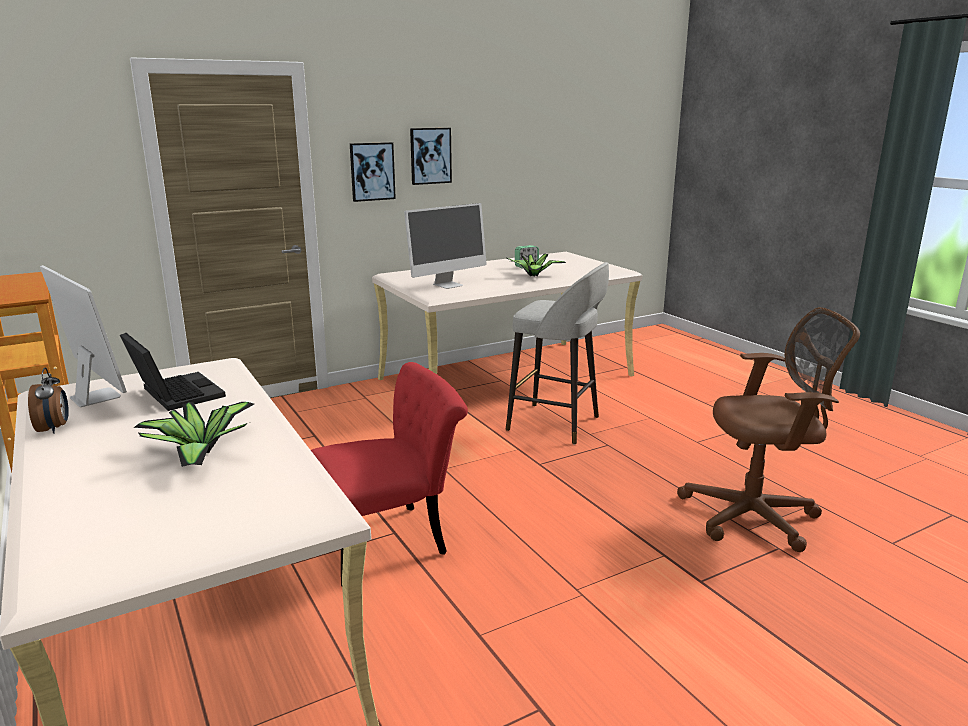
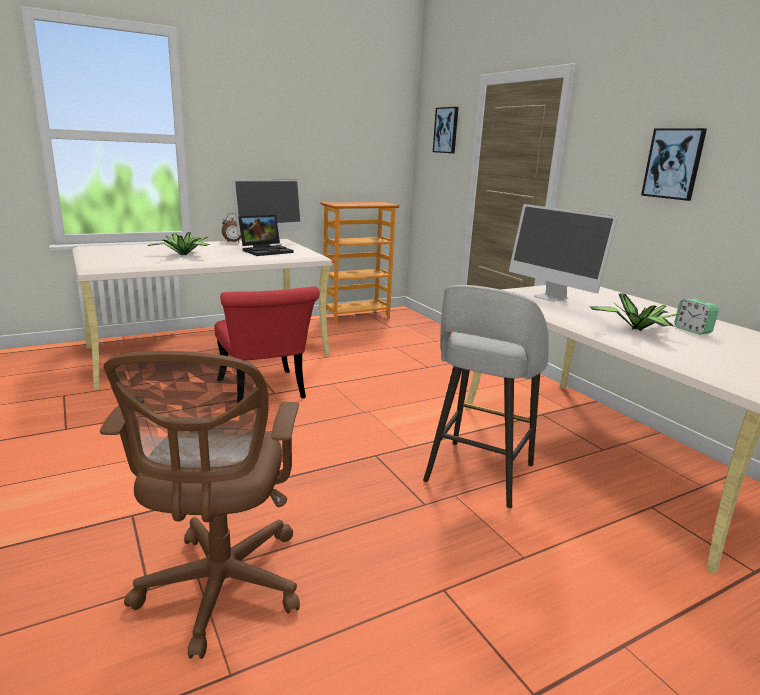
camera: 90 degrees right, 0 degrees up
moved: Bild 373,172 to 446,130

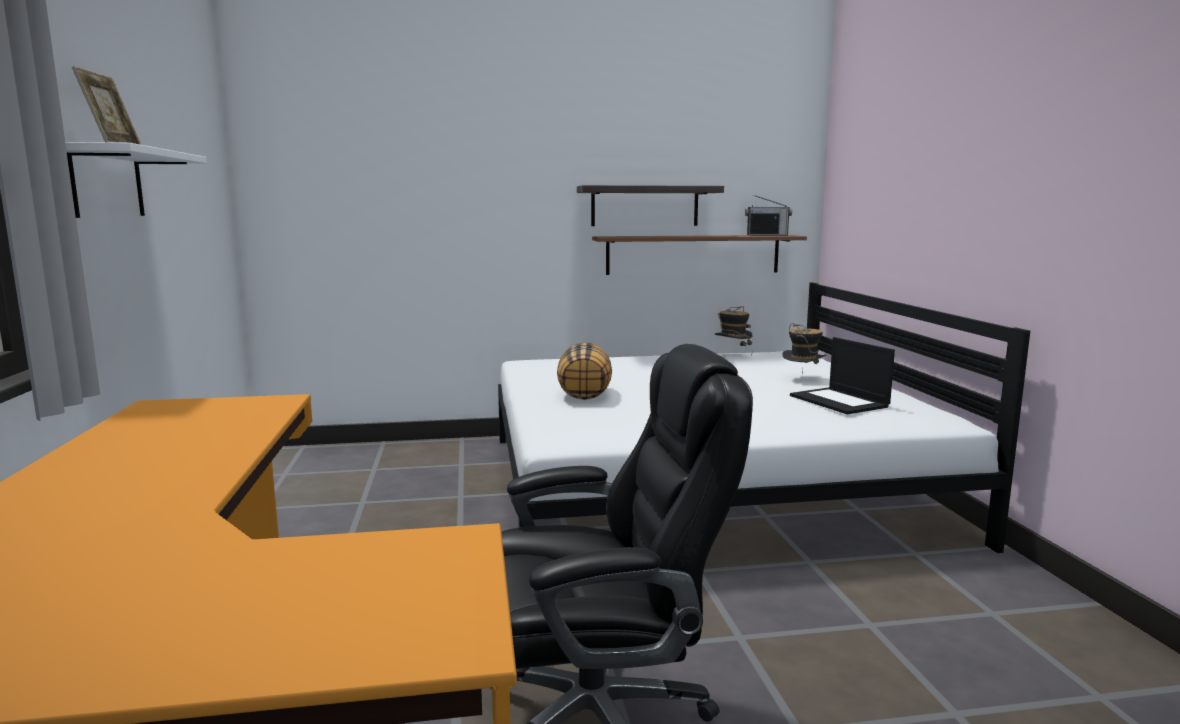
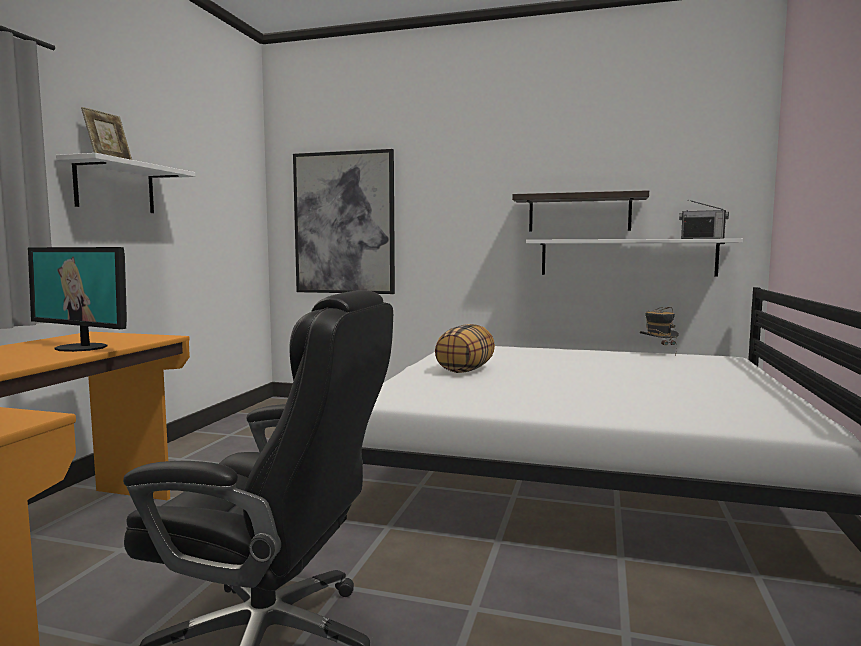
camera: 25 degrees right, 5 degrees down
removed: Hut 804,348; Laptop 842,376
added: Bild 344,221; Monitor 77,299
recoloured: Wandregal/braun 699,255 to Wandregal/weiß 634,258

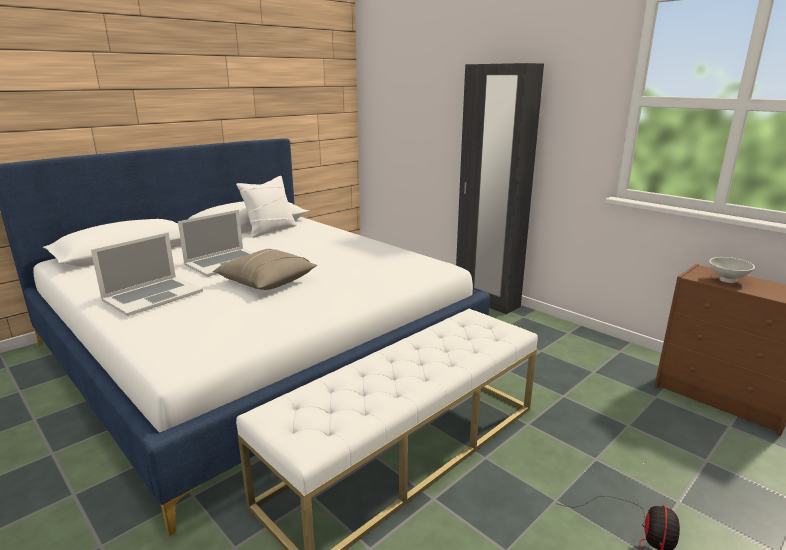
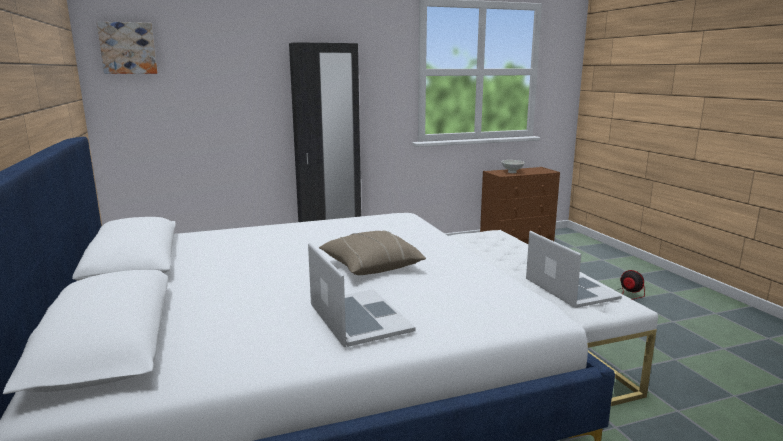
camera: 65 degrees left, 5 degrees down
removed: Kissen/weiß 266,207
added: Bild 127,48
moved: Laptop 216,243 to 574,269

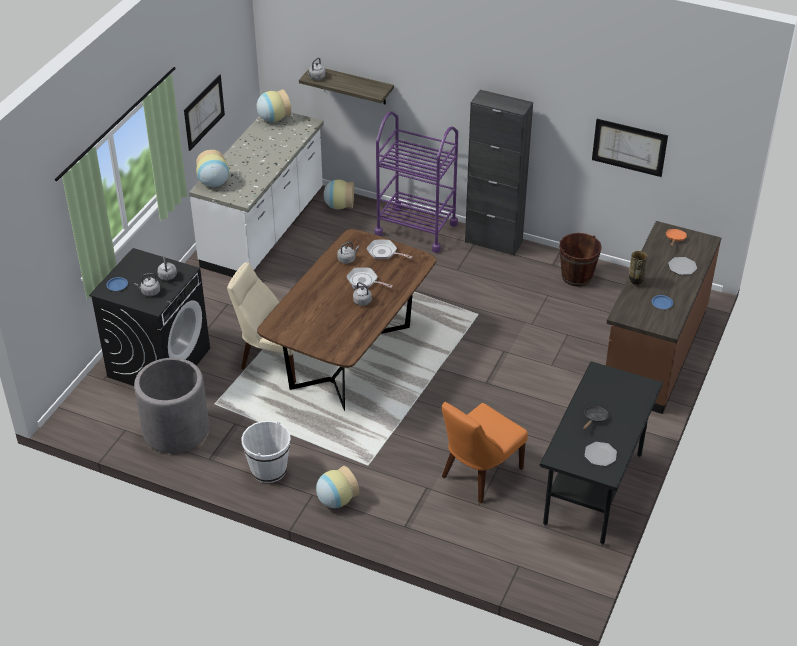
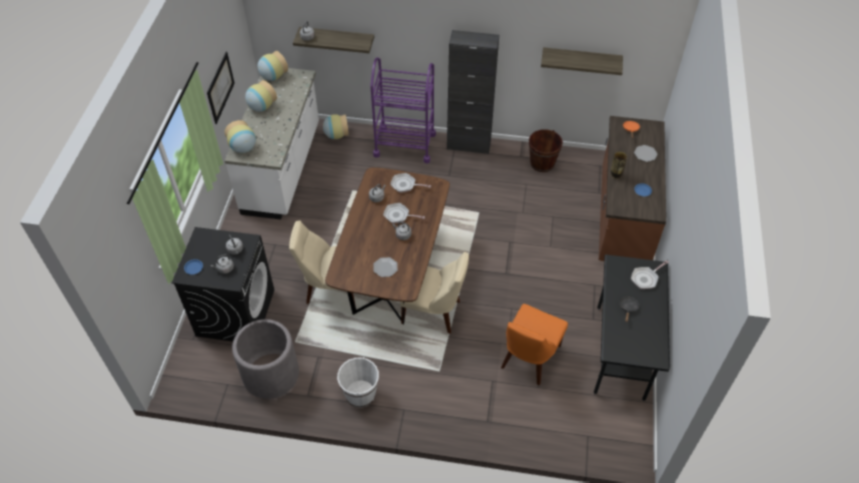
camera: 15 degrees left, 10 degrees up
added: Stuhl/beige 434,293; Pfanne 650,274
moved: Teller 601,454 to 385,267; Vase 337,487 to 261,95
replaced: Bild 630,148 to Wandregal 582,61

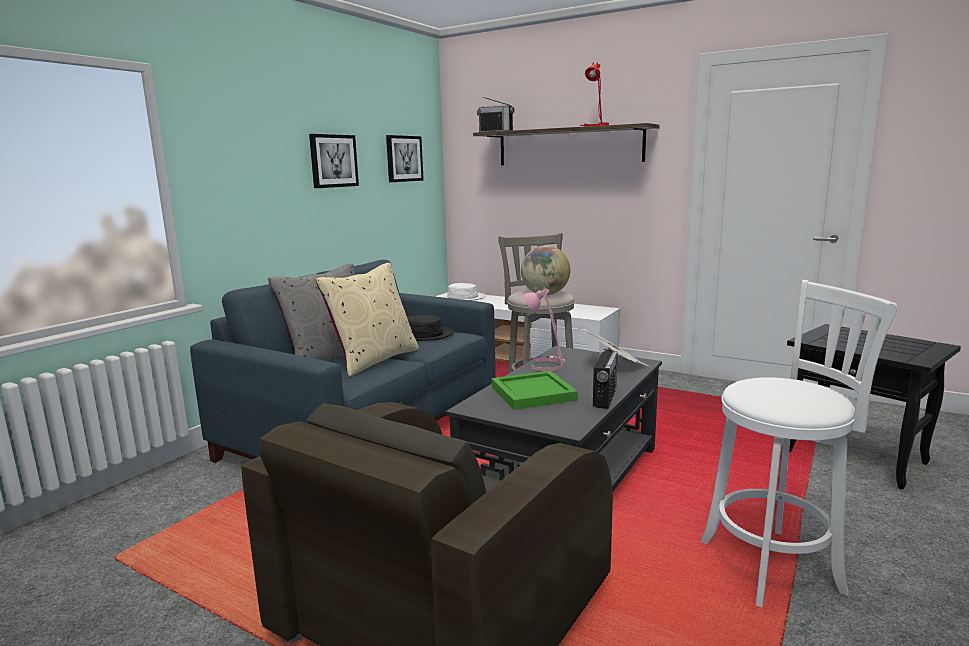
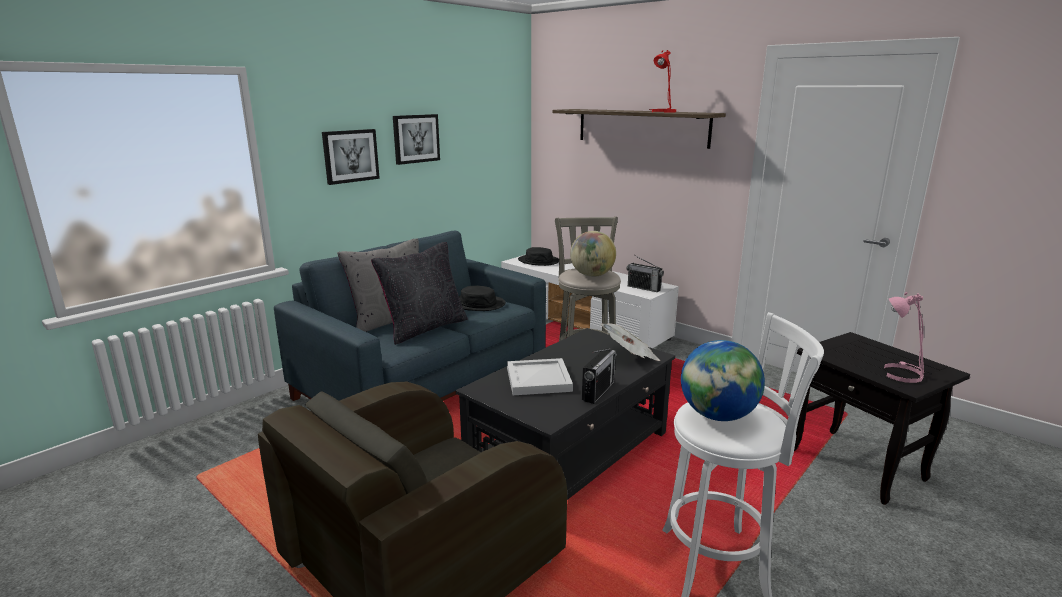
camera: 10 degrees right, 5 degrees up
added: Globus 723,380
moved: Radio 495,114 to 645,274; Bild 405,158 to 351,157; Tischlampe/rosa 543,329 to 904,337
recoloured: Kissen/beige 367,320 to Kissen/schwarz 419,293; Hut/weiß 463,292 to Hut/schwarz 538,256; Tablett/grün 535,390 to Tablett/weiß 540,376

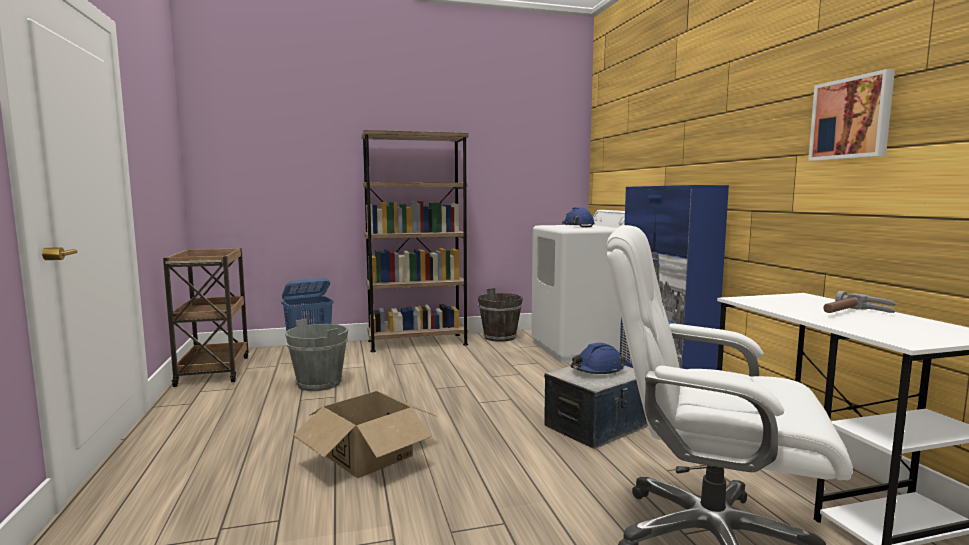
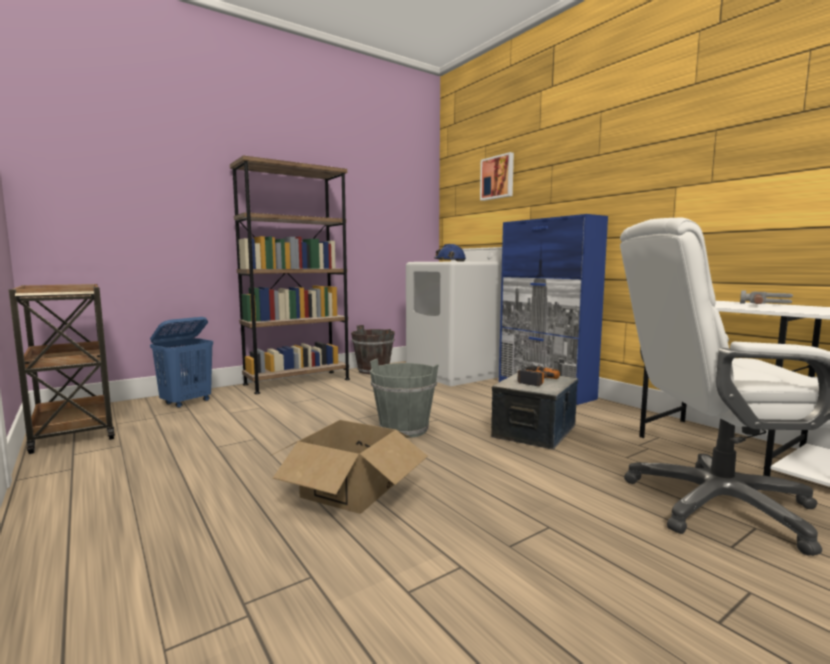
camera: 20 degrees left, 0 degrees up
moved: Bild 851,115 to 497,176; Eimer/grau 316,355 to 404,398
replaced: Schutzhelm/blau 598,359 to Bohrmaschine 538,376

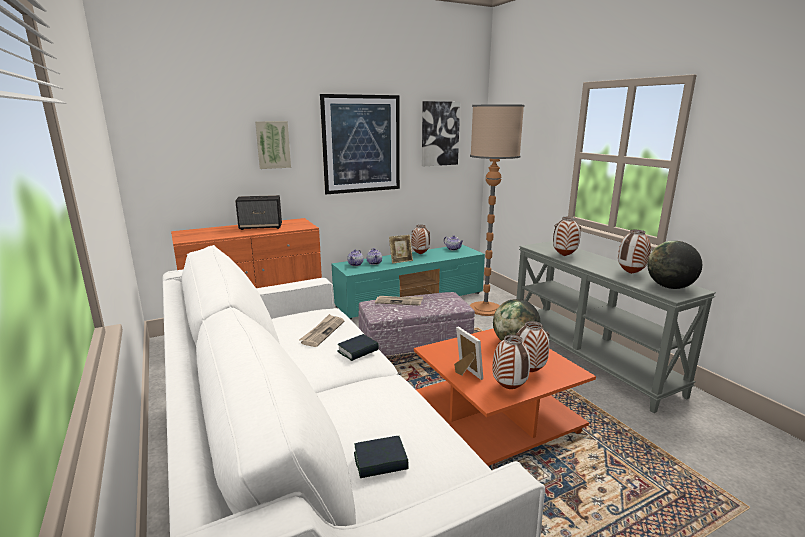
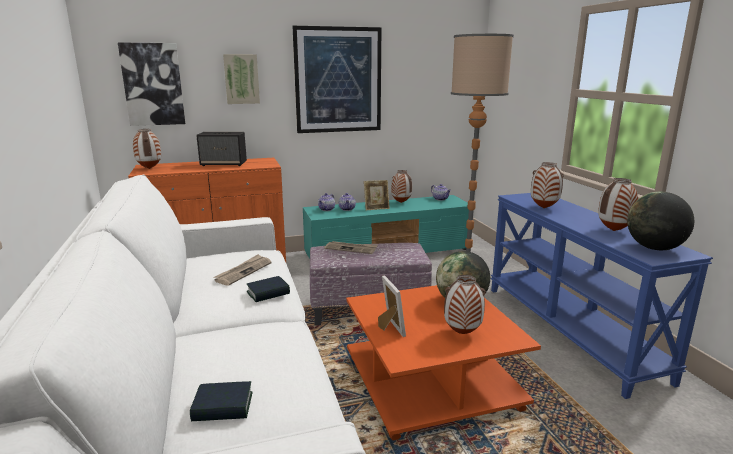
camera: 10 degrees right, 0 degrees up
moved: Bild 441,133 to 151,84; Vase 511,362 to 147,149
recoloured: Konsolentisch/grau 616,327 to Konsolentisch/blau 602,296

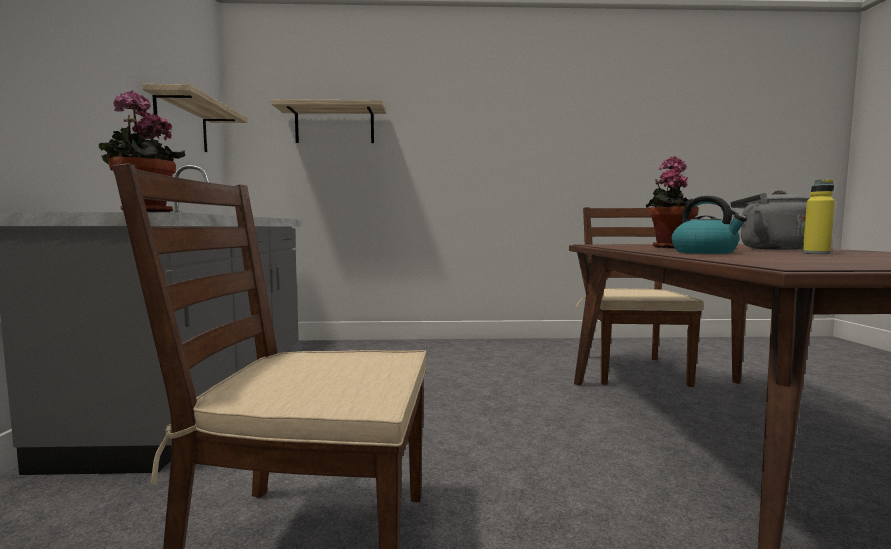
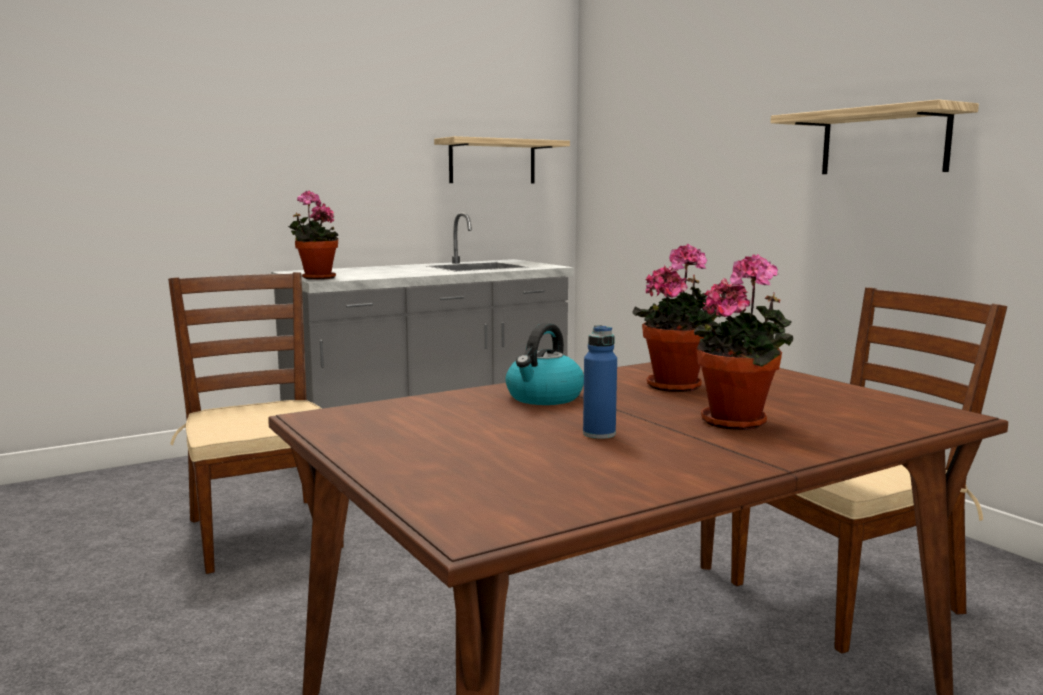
camera: 60 degrees right, 5 degrees up
moved: Wandregal 328,121 to 874,136
replaced: Wasserkessel/grau 770,220 to Topfpflanze 743,342
recoloured: Flasche/gelb 819,216 to Flasche/blau 600,382

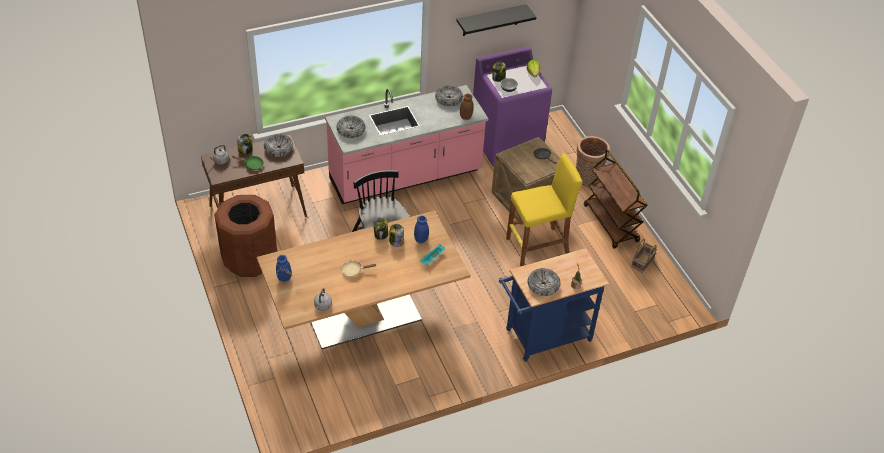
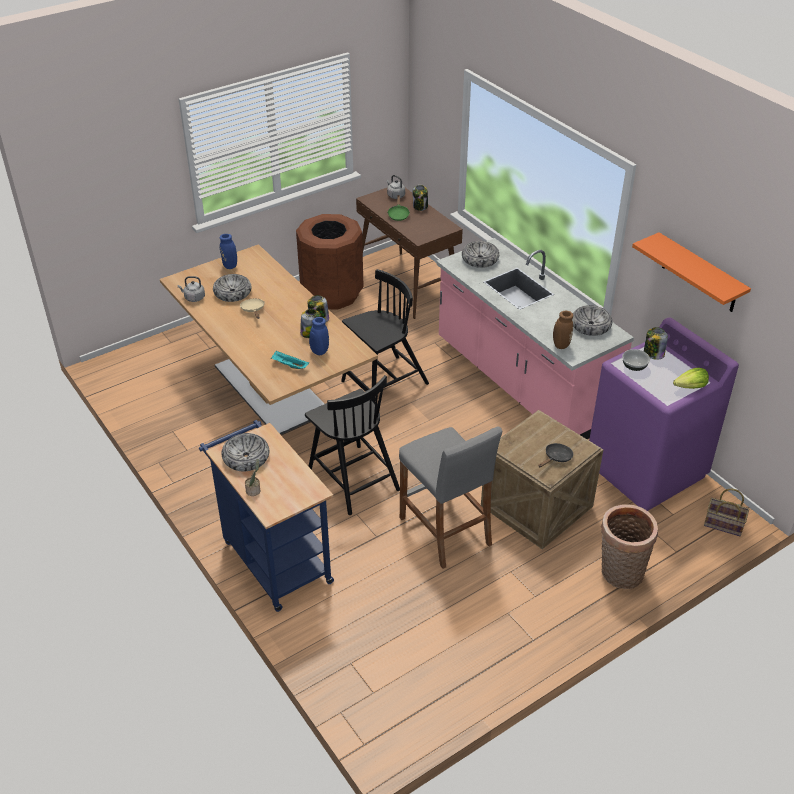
camera: 80 degrees right, 5 degrees down
removed: Rollwagen/braun 616,199
added: Stuhl/schwarz 352,445
moved: Schüssel 278,145 to 232,288; Korb 644,256 to 726,512
recoloured: Wandregal/schwarz 496,20 to Wandregal/orange 691,272; Hocker/gelb 544,210 to Hocker/grau 450,498

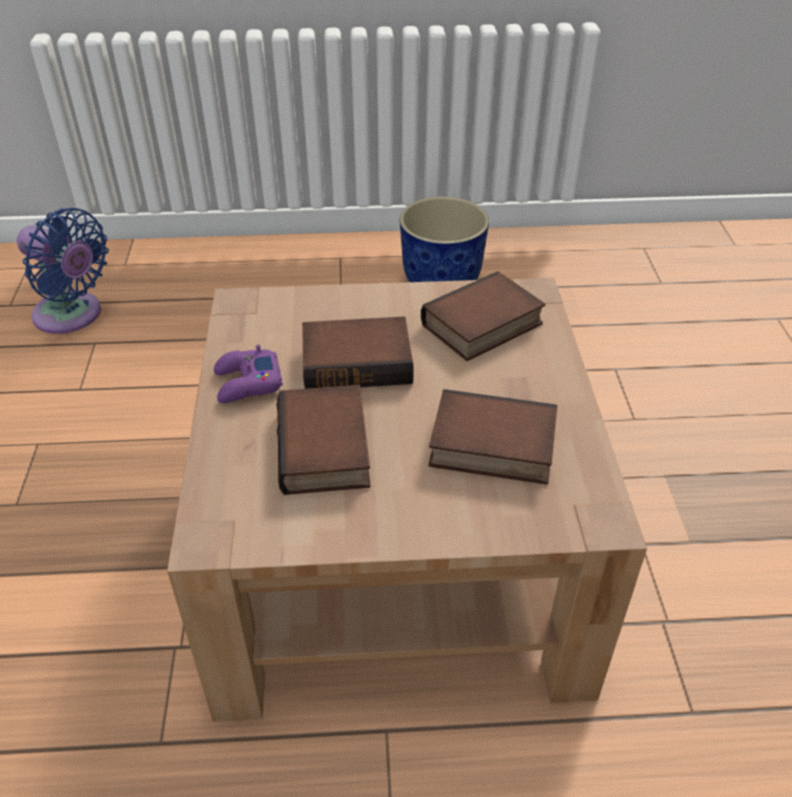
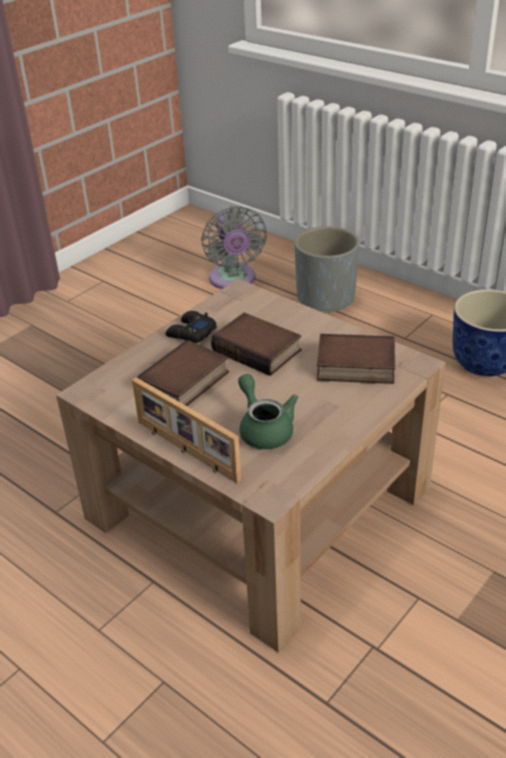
camera: 45 degrees right, 5 degrees down
added: Pflanzkübel/grau 326,269; Bilderrahmen 186,430
replaced: Buch 493,436 to Teekanne/grün 268,411
recoloured: Ventilator/blau 63,271 to Ventilator/grau 234,247; Gamepad/lila 248,374 to Gamepad/schwarz 191,327

